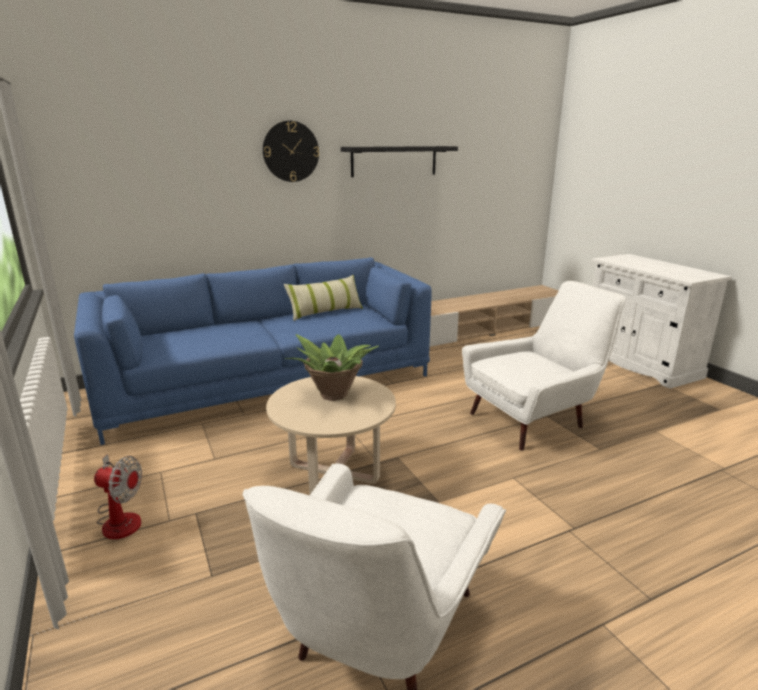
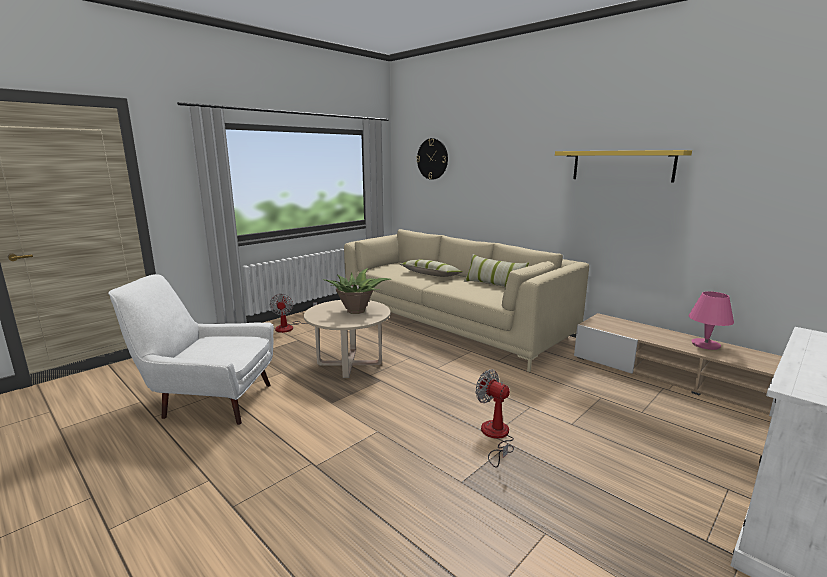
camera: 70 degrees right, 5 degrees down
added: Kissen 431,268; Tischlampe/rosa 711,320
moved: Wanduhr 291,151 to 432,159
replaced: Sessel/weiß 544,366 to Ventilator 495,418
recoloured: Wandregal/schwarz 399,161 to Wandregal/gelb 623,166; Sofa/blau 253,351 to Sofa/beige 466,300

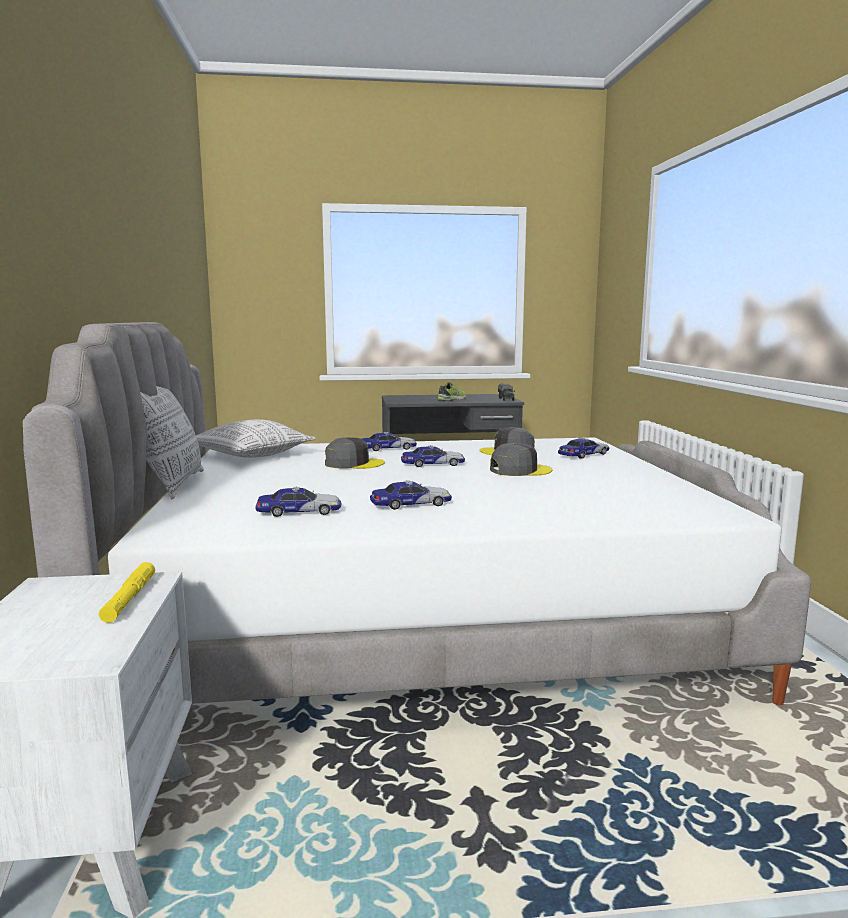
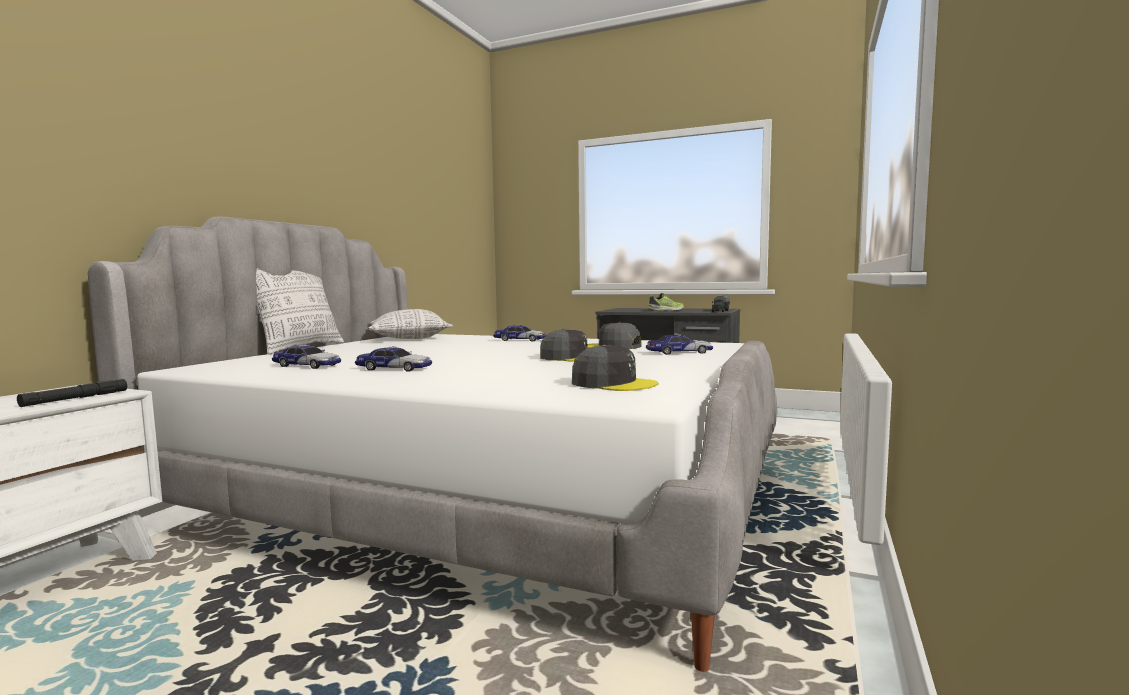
camera: 30 degrees right, 5 degrees down
removed: Spielzeugauto 433,456
moved: Kappe/grau 355,453 to 615,368
recoloured: Taschenlampe/gelb 127,592 to Taschenlampe/schwarz 72,393

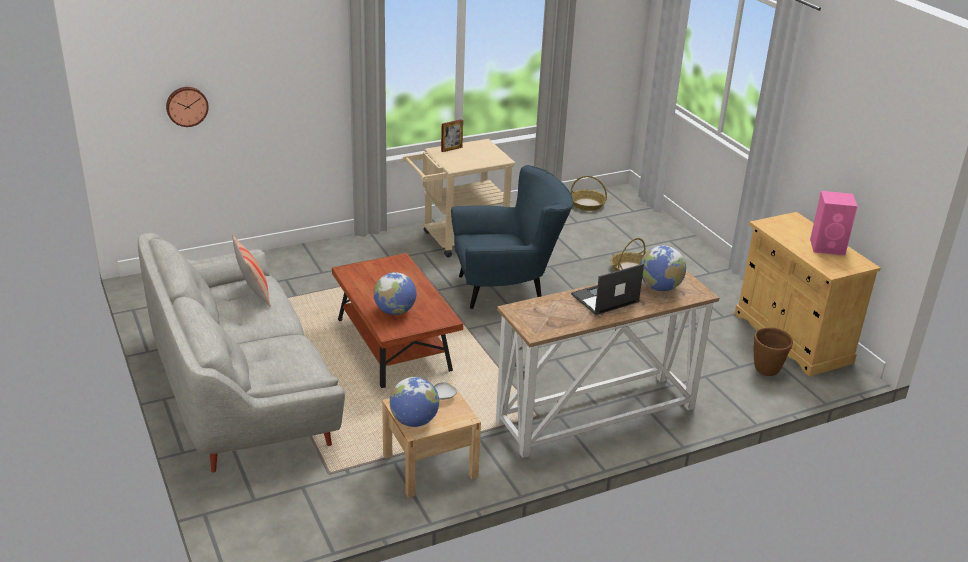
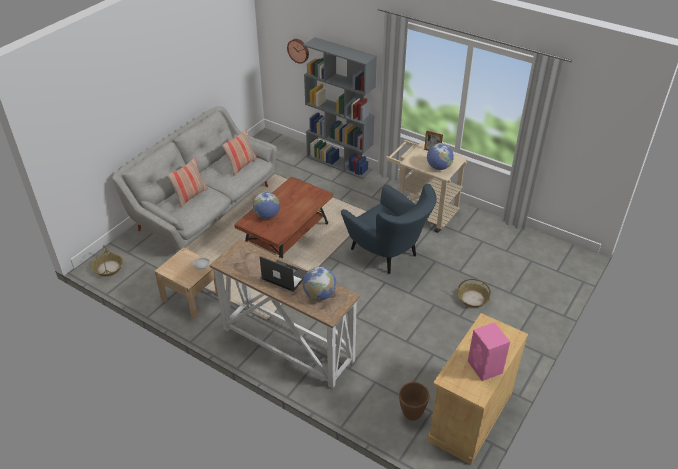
camera: 60 degrees right, 10 degrees up
added: Bücherregal/grau 340,108; Kissen 187,182
moved: Korb 588,193 to 107,260; Globus 414,402 to 440,156

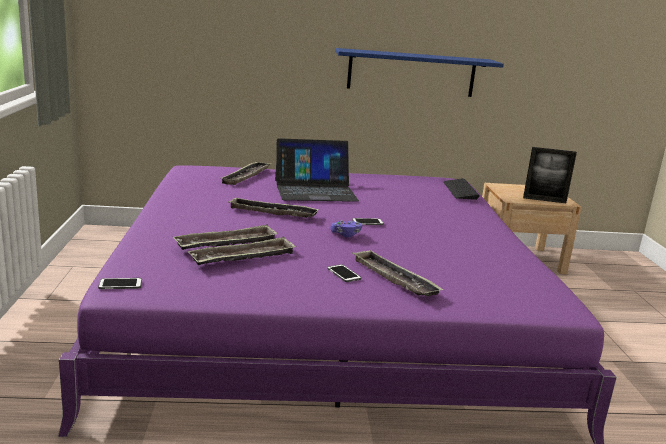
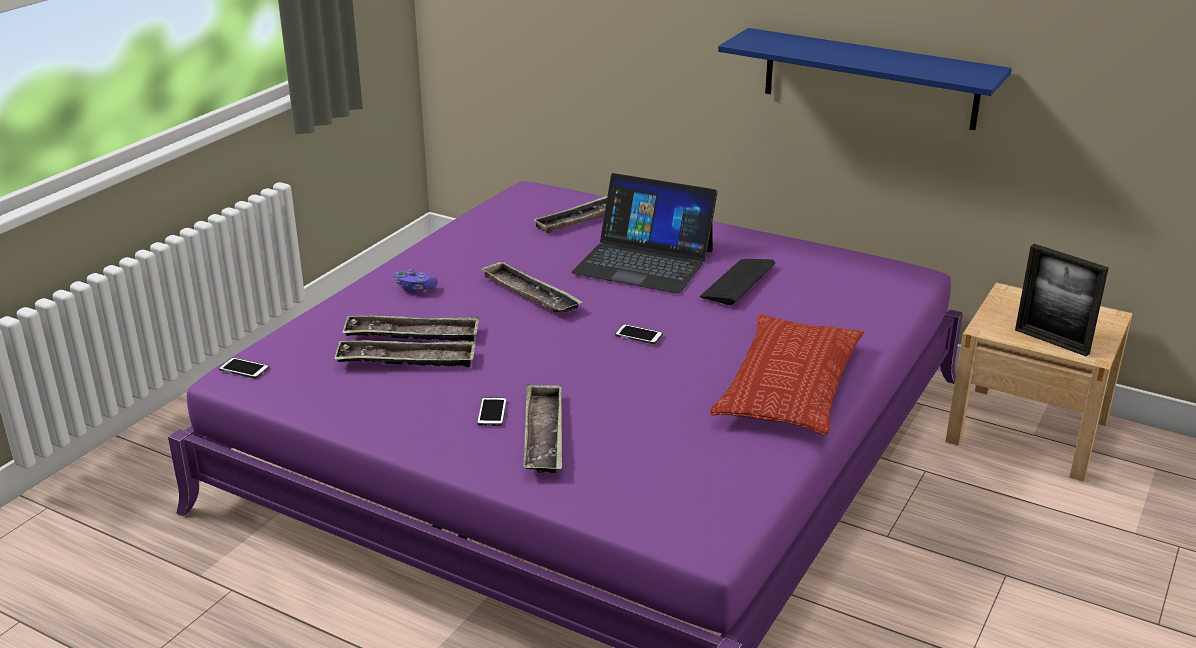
camera: 35 degrees right, 10 degrees up
added: Kissen 787,374
moved: Tastatur 461,189 to 738,282; Gamepad/lila 346,229 to 416,281

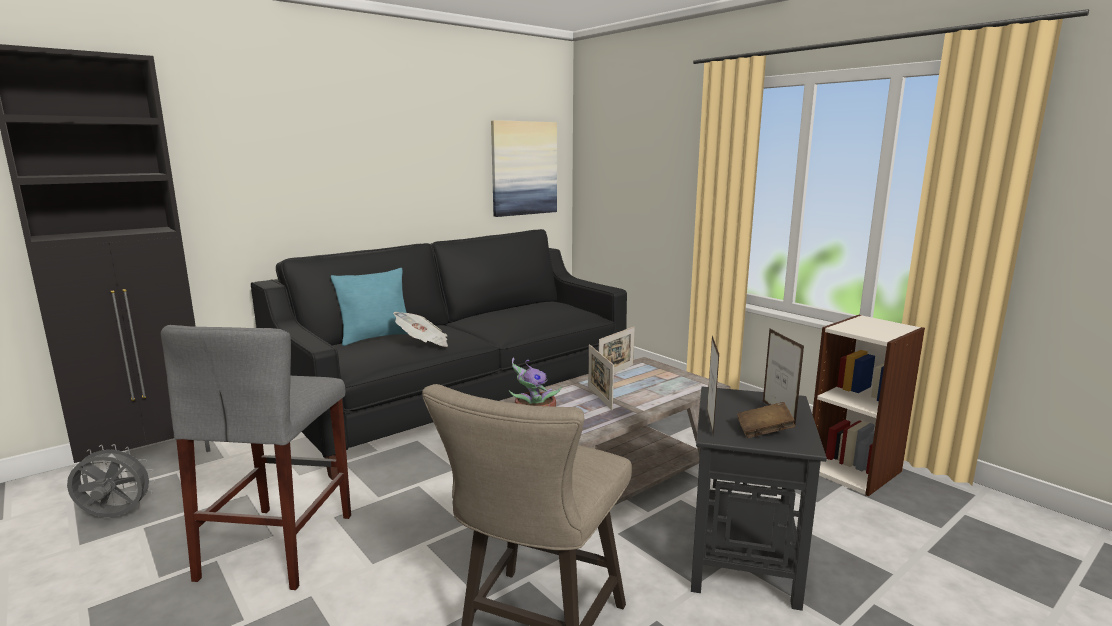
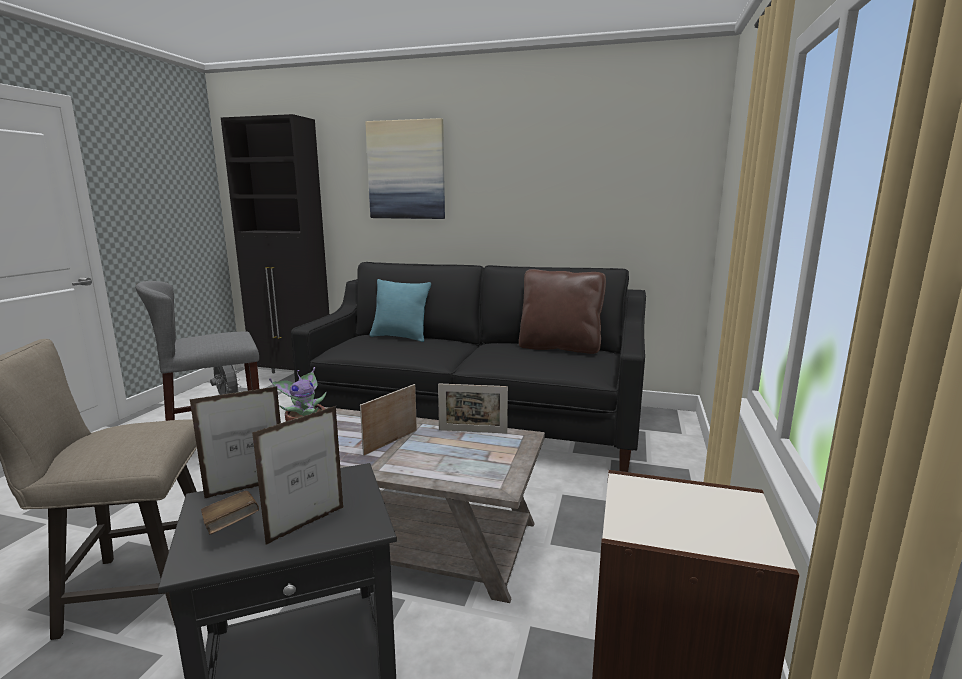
camera: 55 degrees right, 0 degrees up
removed: Zeitung 421,329
added: Kissen/braun 562,311
moved: Bild 524,168 to 405,168

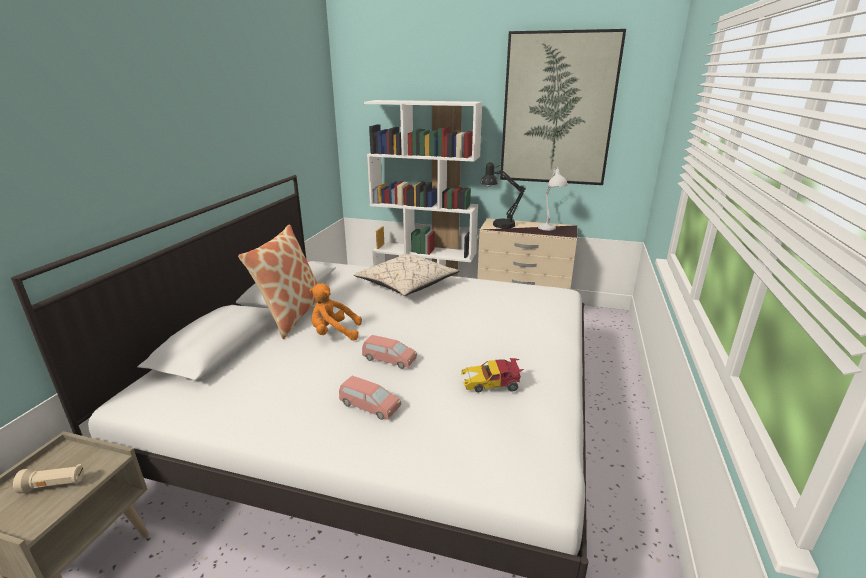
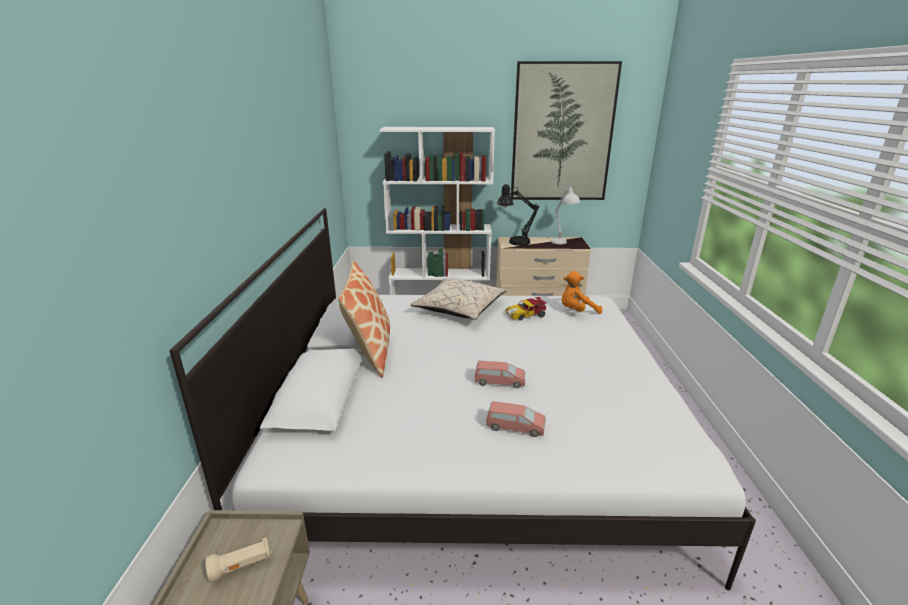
camera: 15 degrees left, 0 degrees up
moved: Plüschtier/orange 335,312 to 581,292; Spielzeugauto 492,375 to 526,309

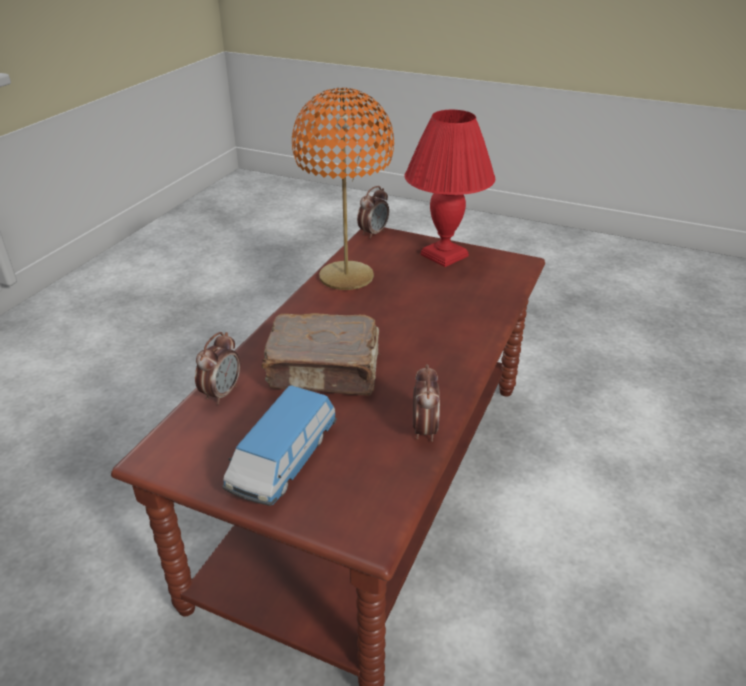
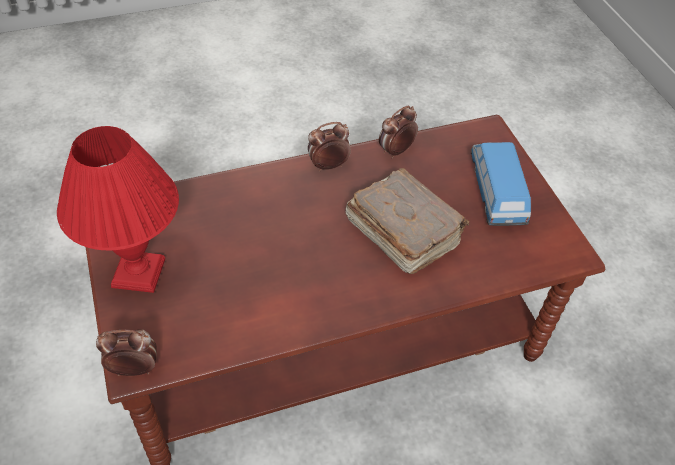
camera: 135 degrees left, 15 degrees up
removed: Tischlampe/orange 343,189
moved: Wecker 217,368 to 329,146
turned: Spielzeugauto 279,445 = 501,184 75 degrees counterclockwise

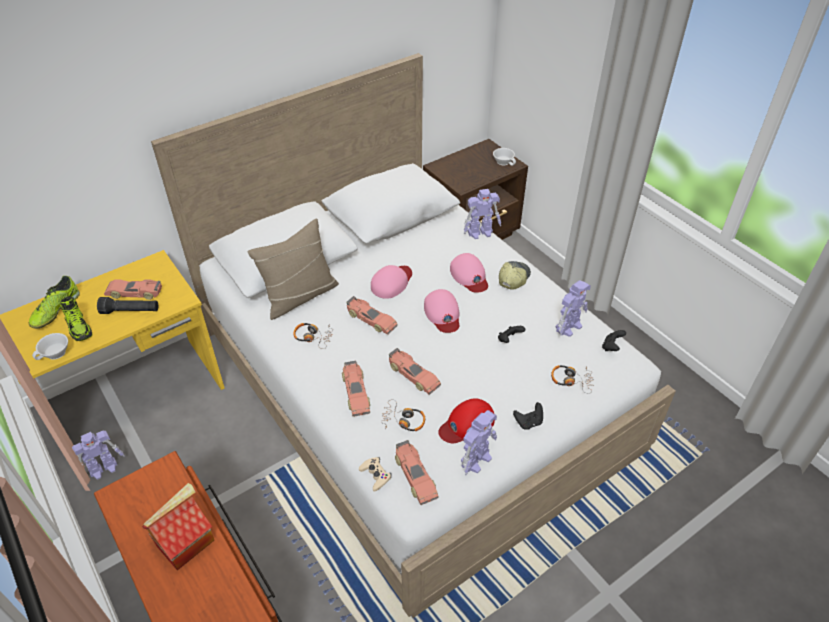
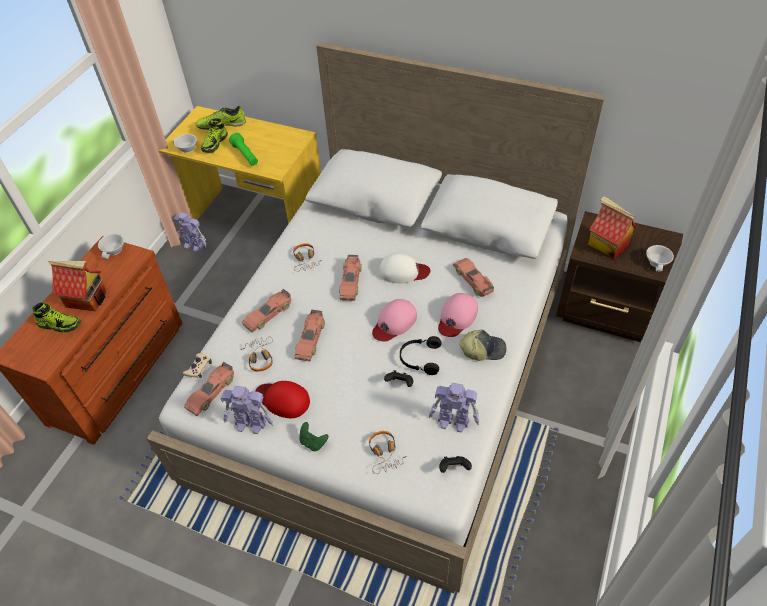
camera: 60 degrees right, 5 degrees up
removed: Spielzeugroboter 482,214; Kissen/beige 293,269
added: Spielzeughaus 612,227; Tasse/weiß 111,246; Schuh 56,317; Kopfhörer/schwarz 421,355
moved: Spielzeugauto 133,289 to 473,277
recoloured: Kappe/rosa 391,282 to Kappe/weiß 405,268; Taschenlampe/schwarz 127,305 to Taschenlampe/grün 243,149; Gamepad/schwarz 528,416 to Gamepad/grün 313,436

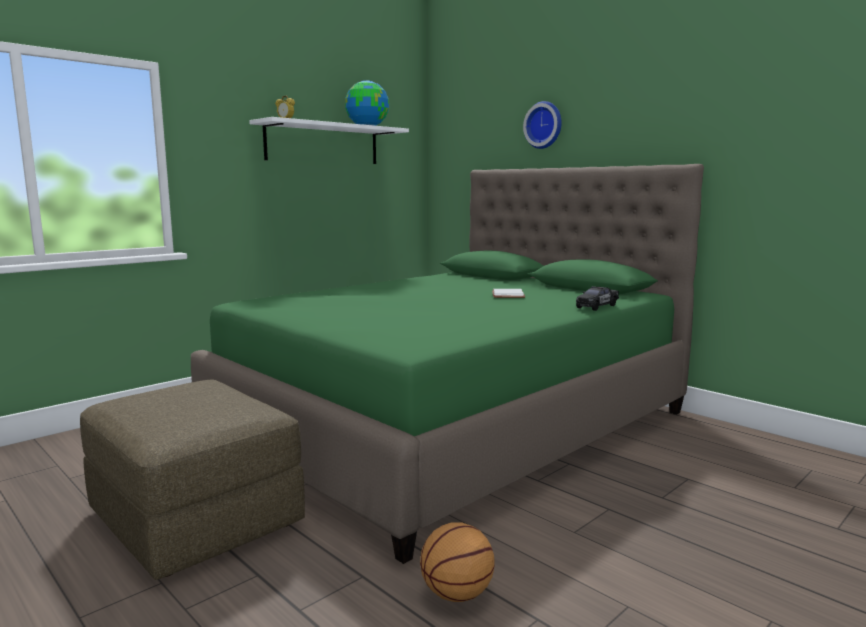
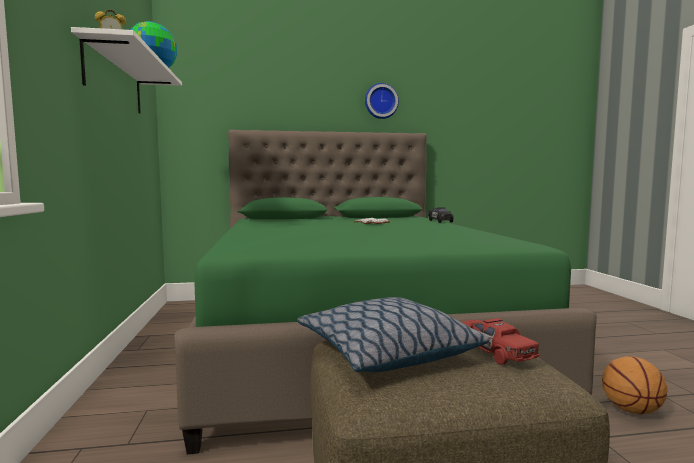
camera: 55 degrees left, 5 degrees down
added: Kissen 393,334; Spielzeugauto/rot 501,341
moved: Wanduhr 542,125 to 382,101

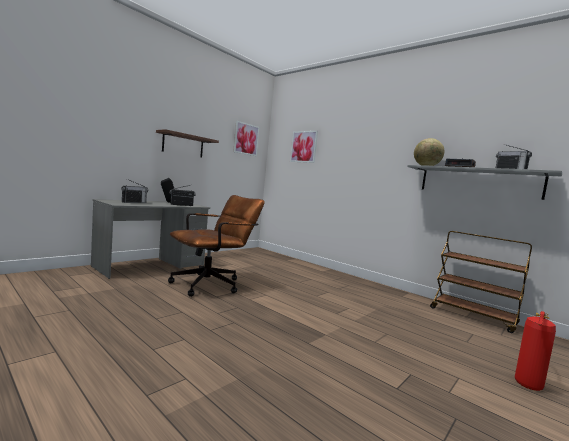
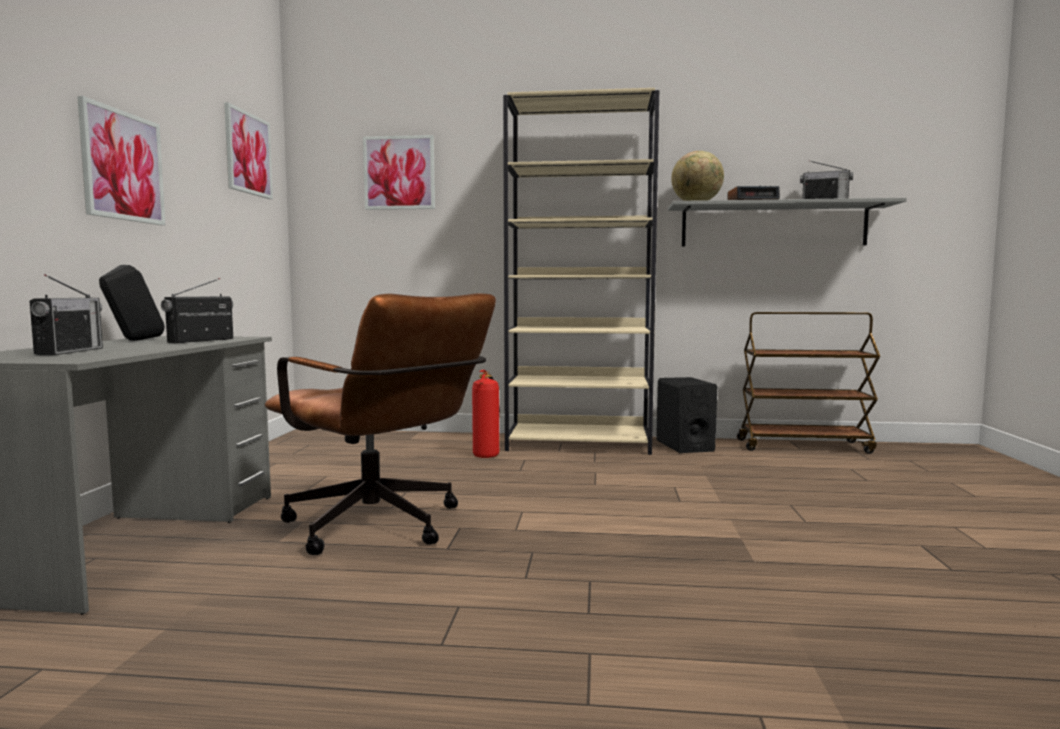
camera: 35 degrees left, 0 degrees up
added: Bücherregal/beige 581,271; Lautsprecher/schwarz 686,415
moved: Feuerlöscher 535,351 to 486,414
replaced: Wandregal 187,143 to Bild 121,160
turned: Bürostuhl/braun 216,246 = 380,424 120 degrees clockwise

